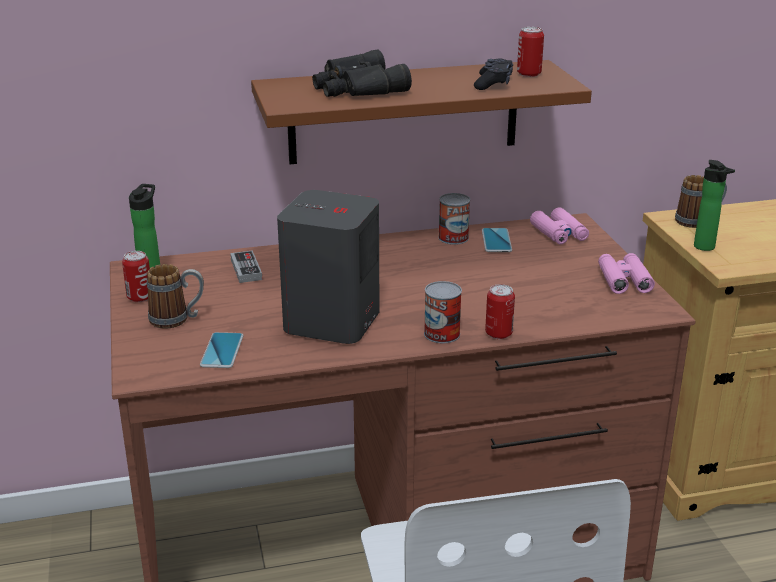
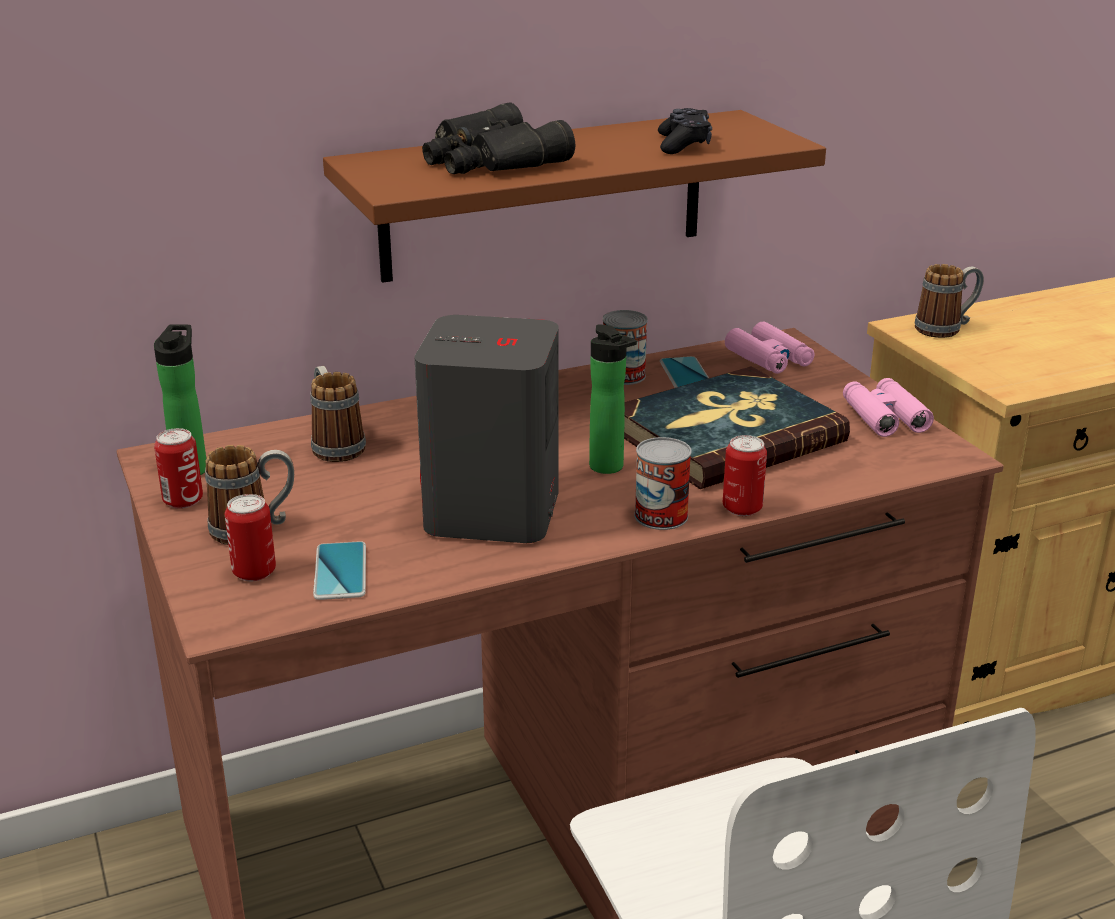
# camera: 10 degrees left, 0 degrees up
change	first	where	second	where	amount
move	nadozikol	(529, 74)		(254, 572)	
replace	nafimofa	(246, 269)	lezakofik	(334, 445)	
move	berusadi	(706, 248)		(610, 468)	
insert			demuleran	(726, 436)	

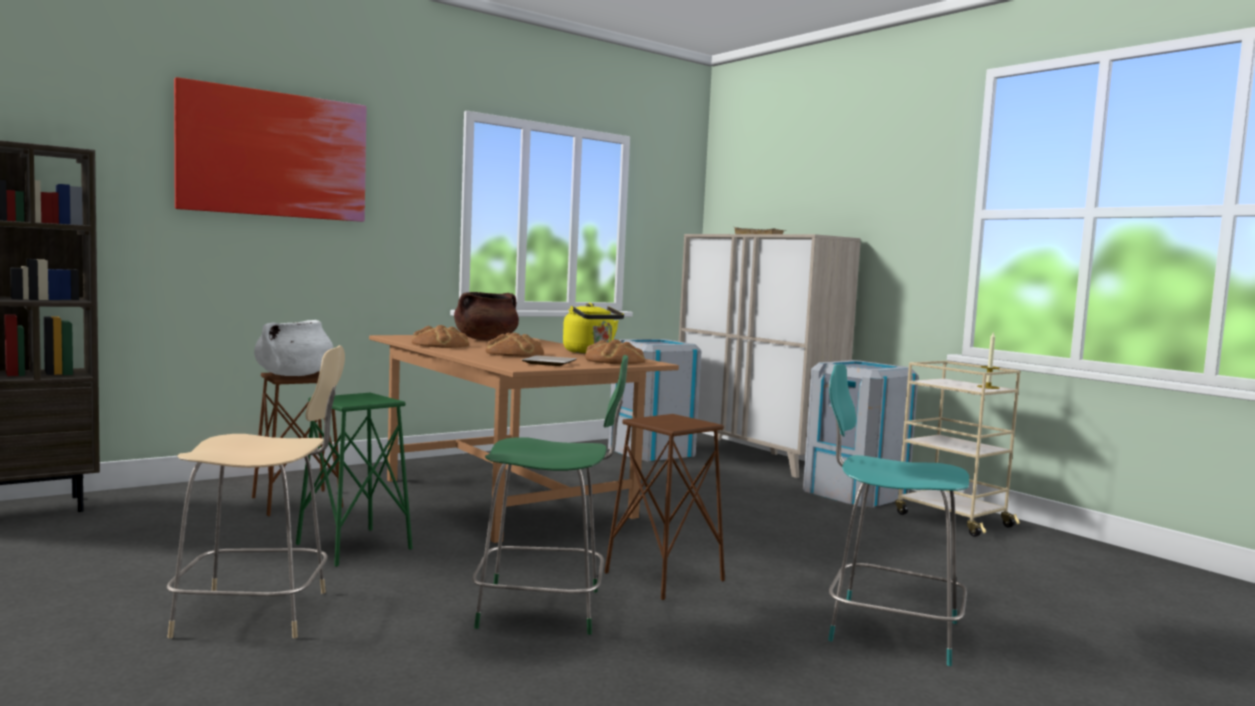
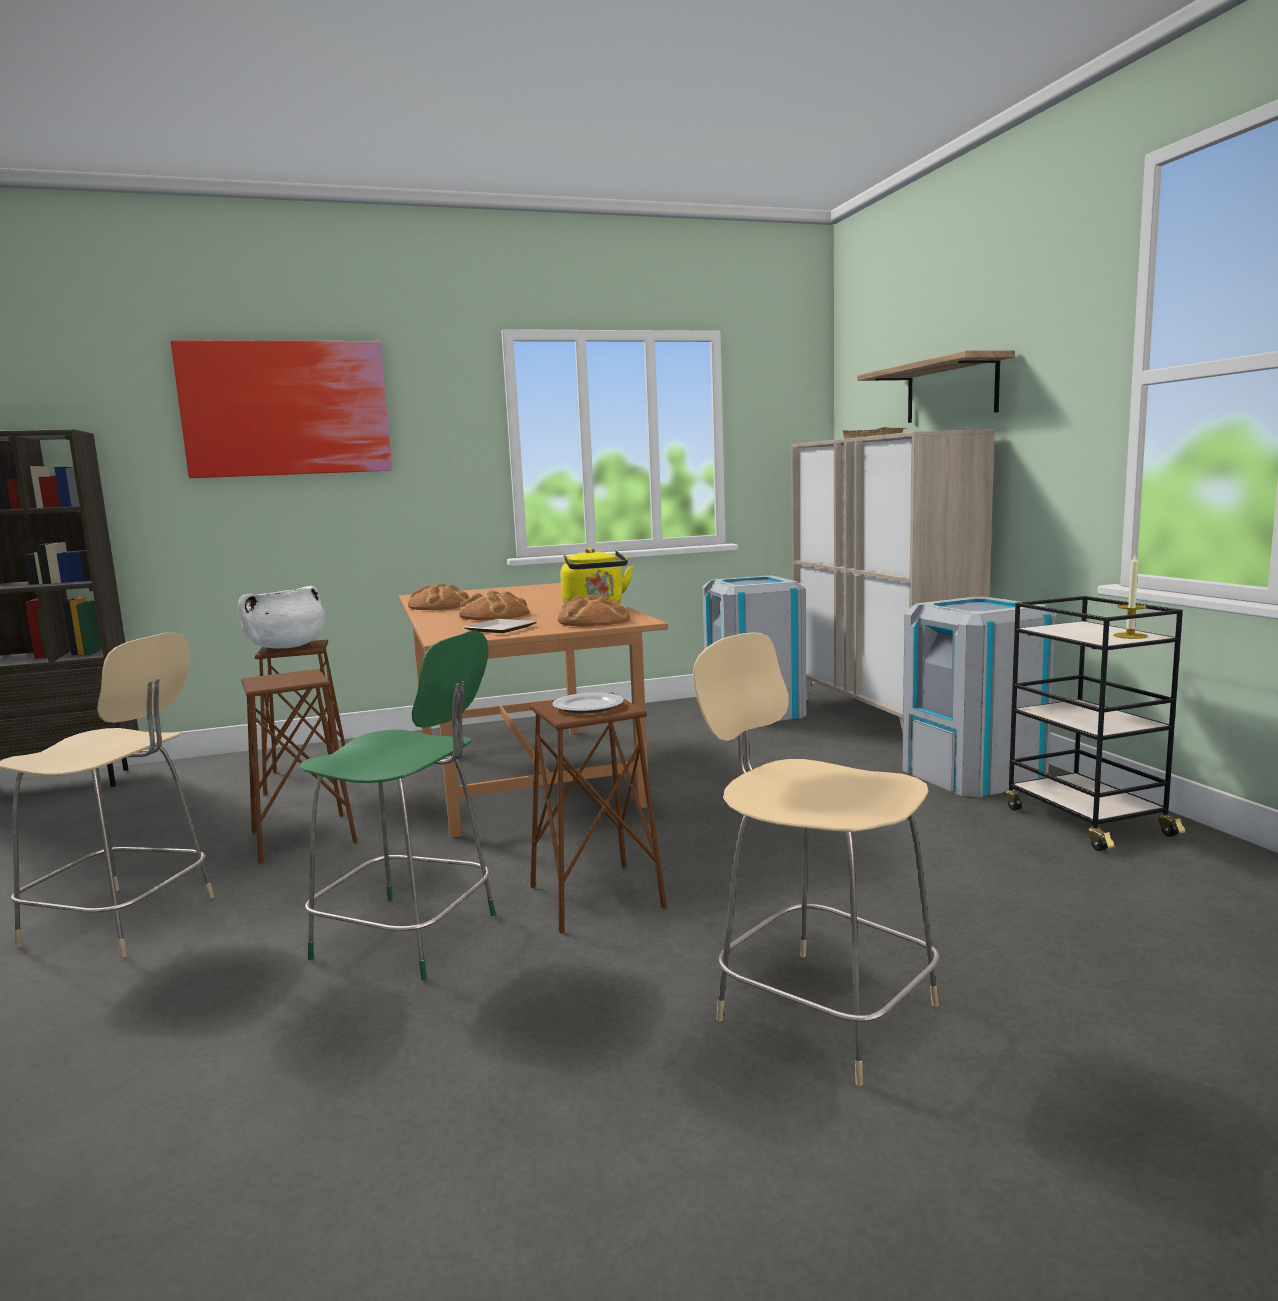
# camera: 20 degrees right, 5 degrees up
change	first	where	second	where	amount
recolor	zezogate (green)	(354, 546)	zezogate (brown)	(303, 837)	
insert			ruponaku	(588, 707)	
recolor	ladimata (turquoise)	(888, 630)	ladimata (beige)	(820, 1009)	
insert			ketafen	(951, 390)	
recolor	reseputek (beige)	(951, 520)	reseputek (black)	(1084, 821)	
delete	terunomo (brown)	(486, 340)			

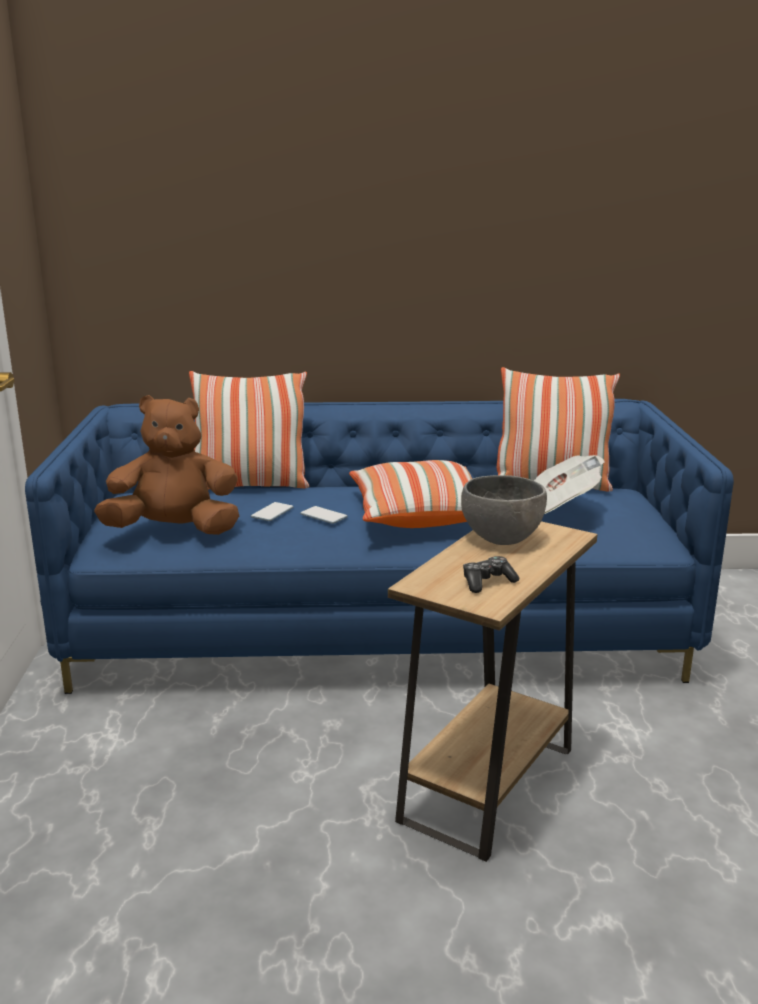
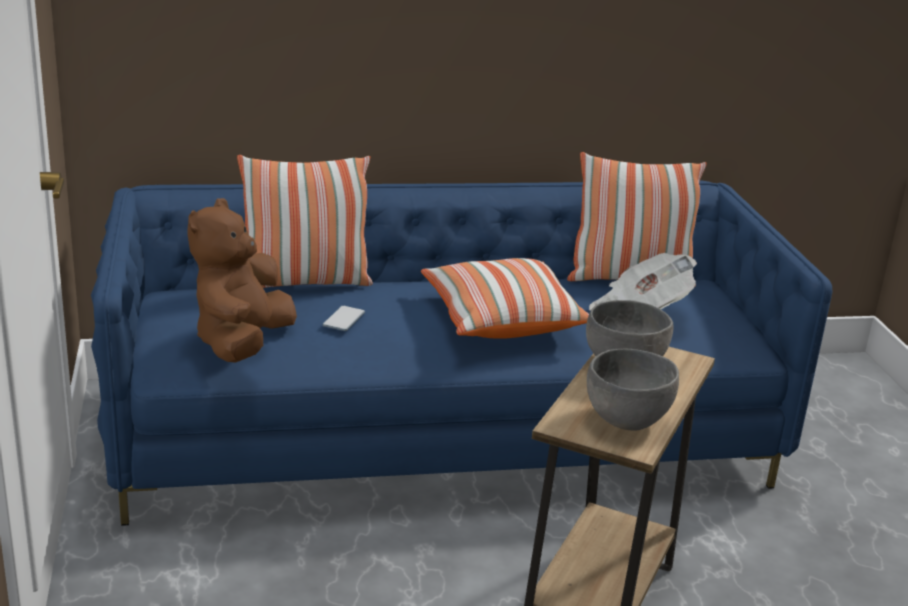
# camera: 10 degrees left, 5 degrees up
change	first	where	second	where	amount
rotate	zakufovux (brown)	(174, 530)		(242, 344)	60 degrees counterclockwise
replace	nafimofa	(487, 582)	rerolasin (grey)	(627, 420)	
delete	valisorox	(323, 516)			

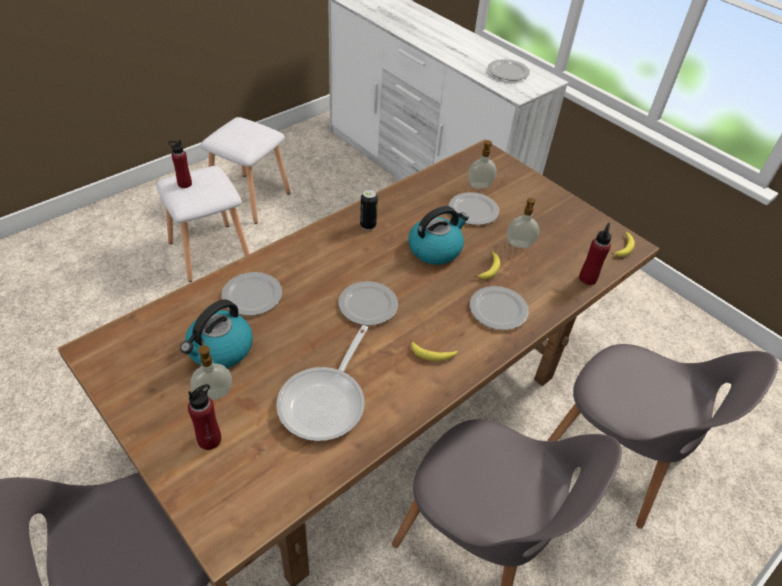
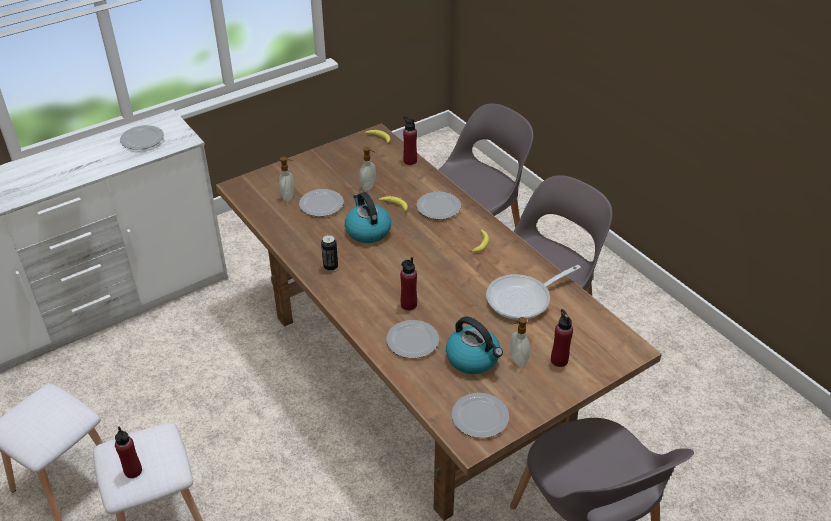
# camera: 80 degrees left, 5 degrees down
change	first	where	second	where	amount
insert			berusadi (red)	(408, 304)	
move	ruponaku	(368, 306)		(481, 416)	
rotate	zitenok	(326, 401)		(523, 299)	120 degrees clockwise

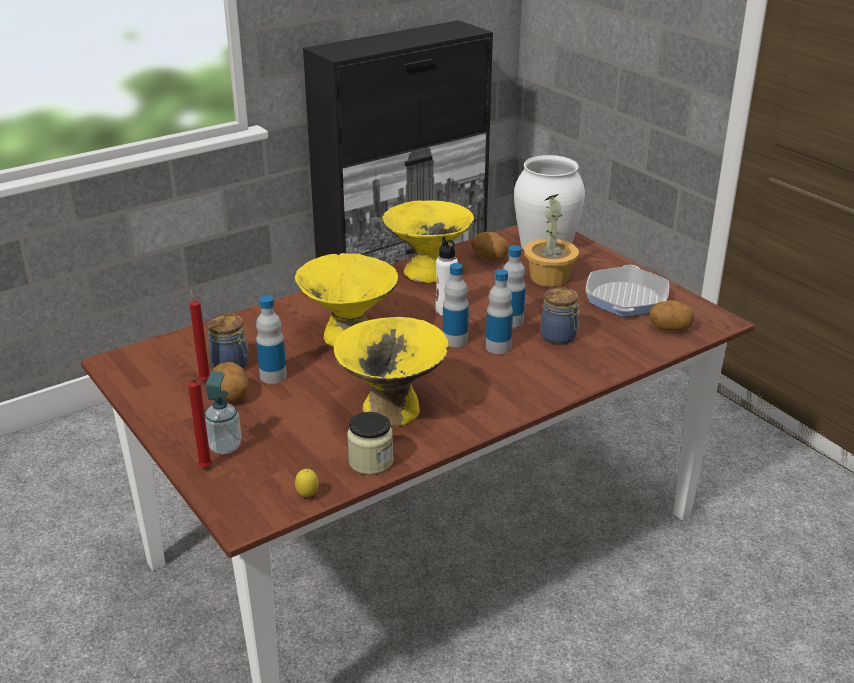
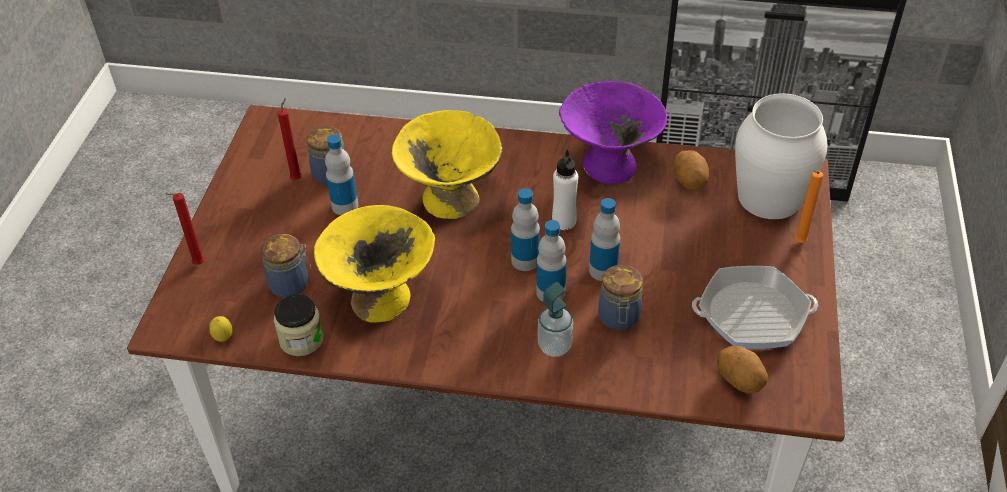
# camera: 45 degrees right, 15 degrees up
change	first	where	second	where	amount
insert			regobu	(291, 284)	
move	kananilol	(225, 447)		(554, 346)	
recolor	rerolasin (yellow)	(427, 272)	rerolasin (purple)	(609, 166)	
rotate	zitenok	(626, 298)		(752, 314)	150 degrees counterclockwise
insert			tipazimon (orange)	(798, 243)	
delete	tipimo	(232, 395)			
delete	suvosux	(550, 277)			

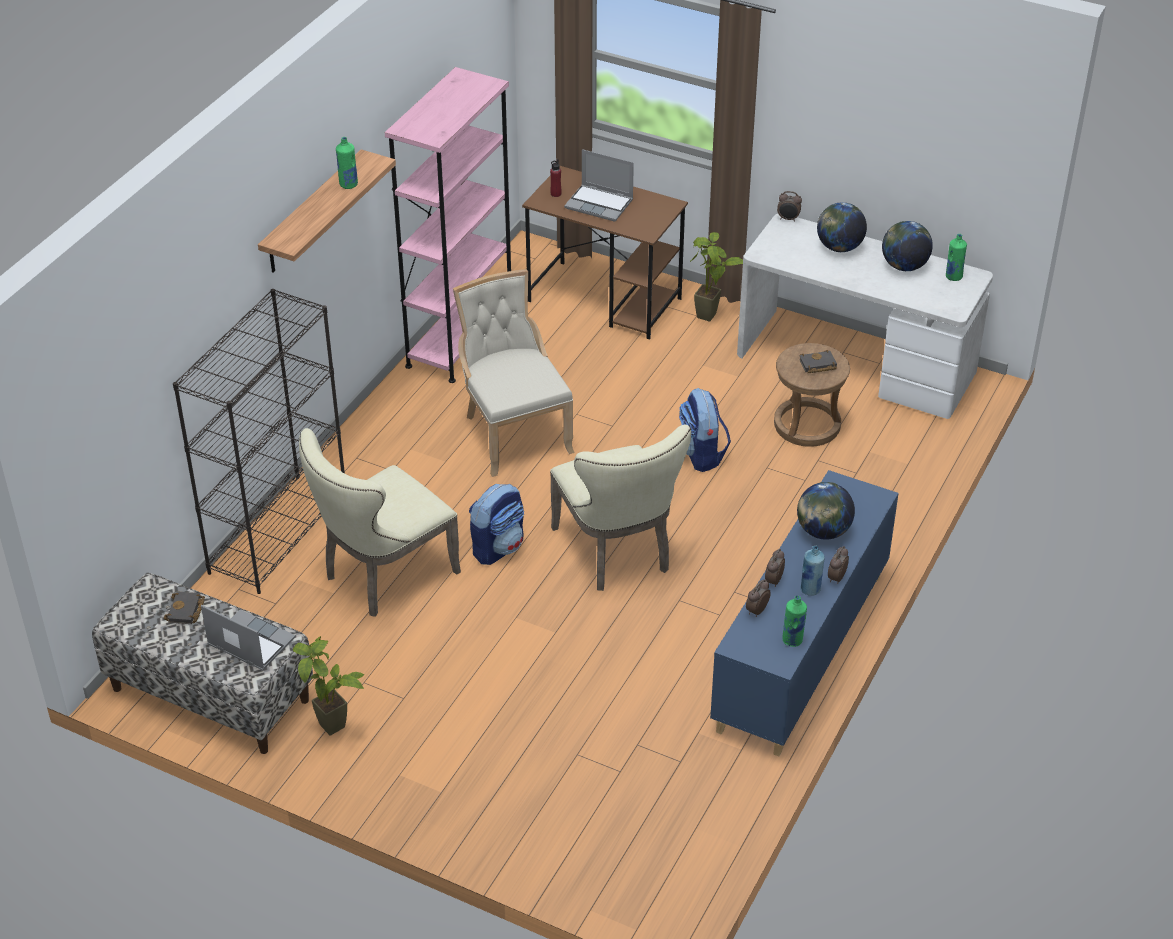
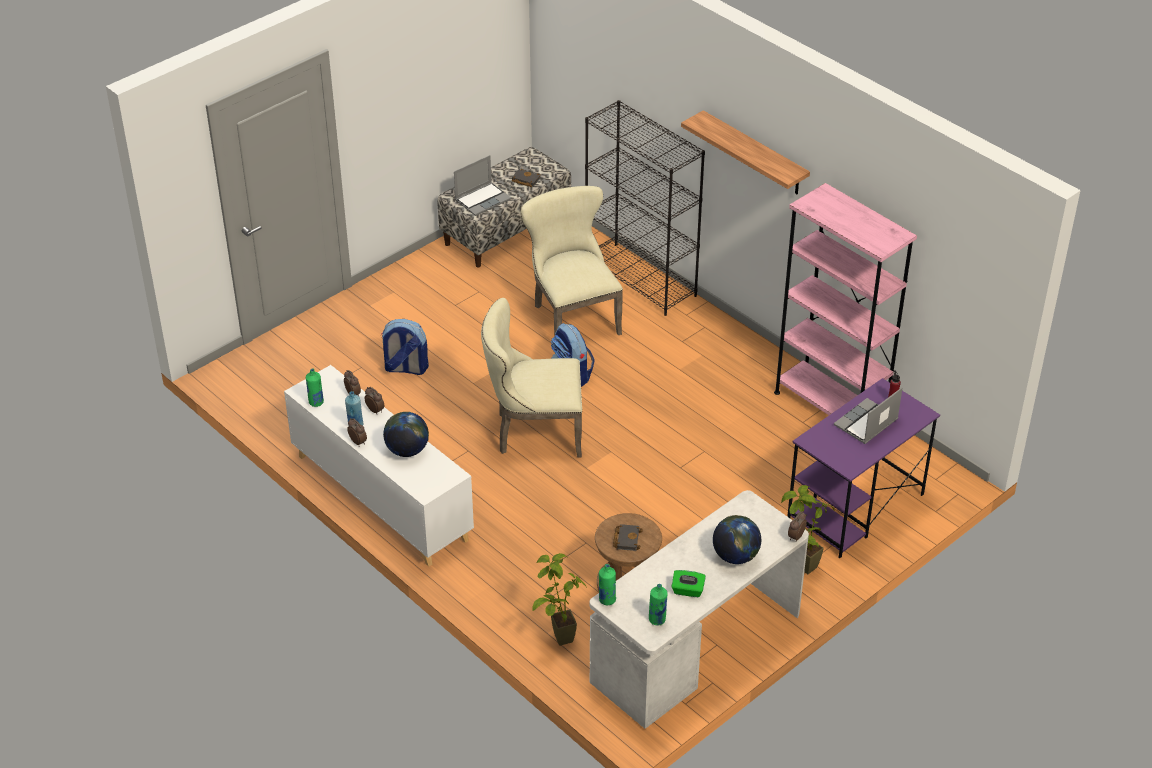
# camera: 110 degrees right, 0 degrees up
change	first	where	second	where	amount
recolor	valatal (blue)	(801, 652)	valatal (white)	(381, 497)	
move	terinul	(701, 455)		(405, 368)	
move	suvosux	(335, 733)		(555, 639)	
move	berusadi (green)	(348, 184)		(607, 599)	
replace	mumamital	(904, 266)	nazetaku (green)	(687, 591)	
recolor	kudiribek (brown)	(605, 300)	kudiribek (purple)	(855, 508)	
delete	ladimata (beige)	(513, 433)			

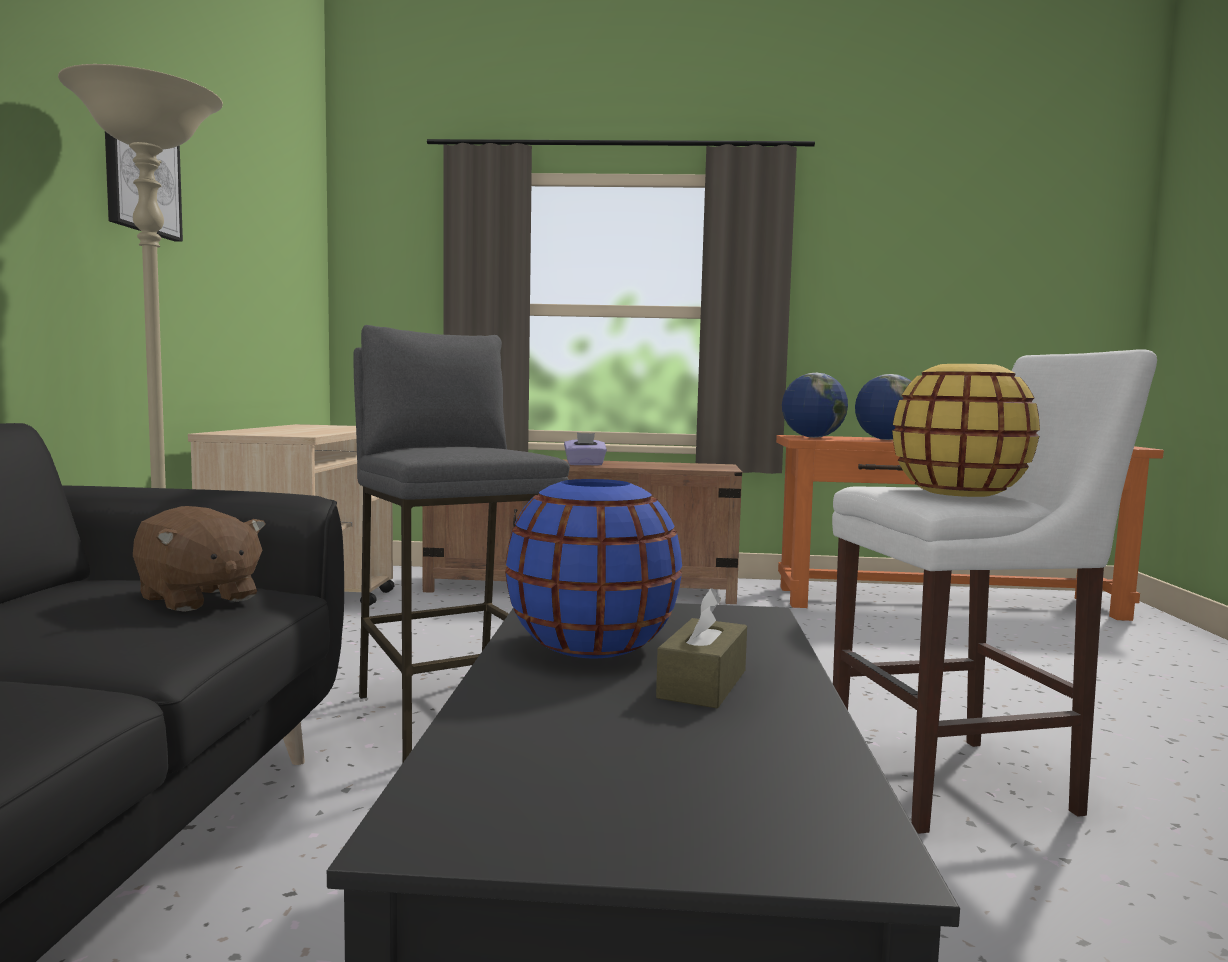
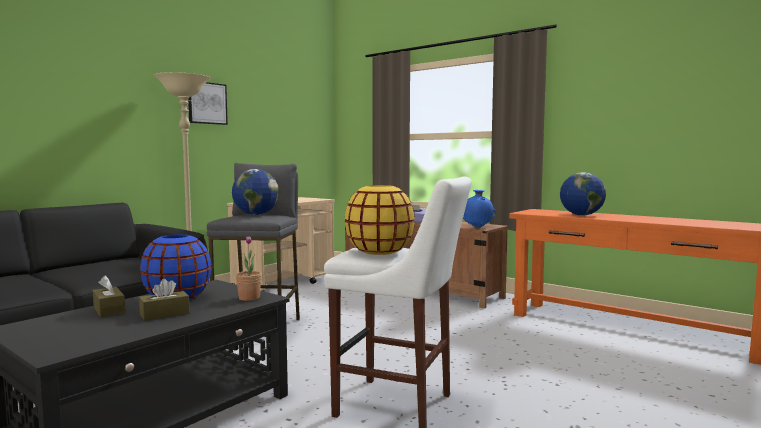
# camera: 35 degrees right, 0 degrees up
change	first	where	second	where	amount
insert			nazetaku (brown)	(109, 310)	
move	mumamital	(813, 437)		(256, 215)	
insert			suvosux	(249, 298)	
insert			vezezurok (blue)	(478, 228)	
delete	zakufovux (brown)	(197, 599)			

